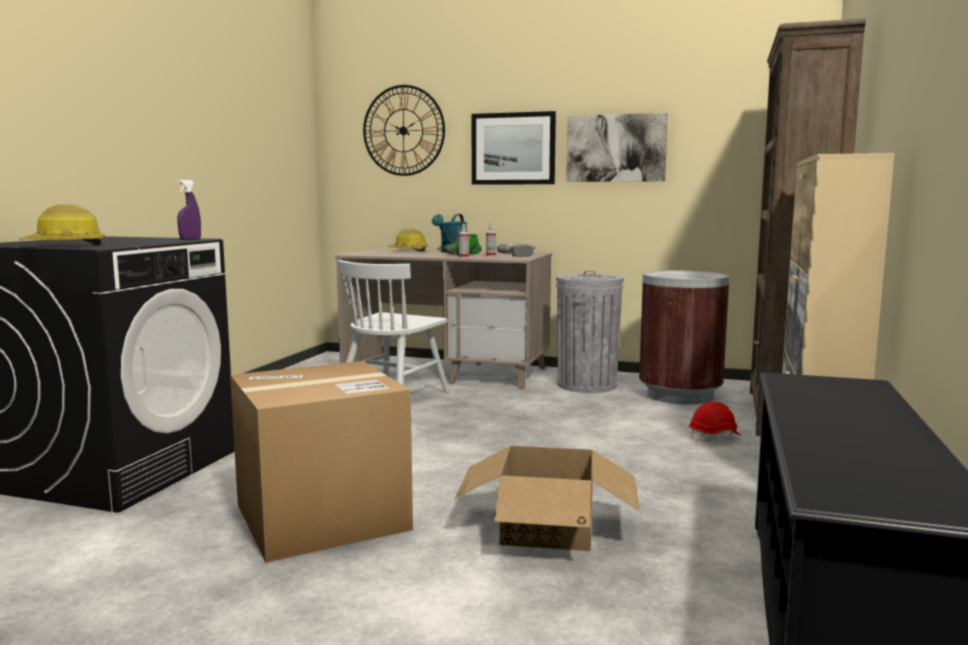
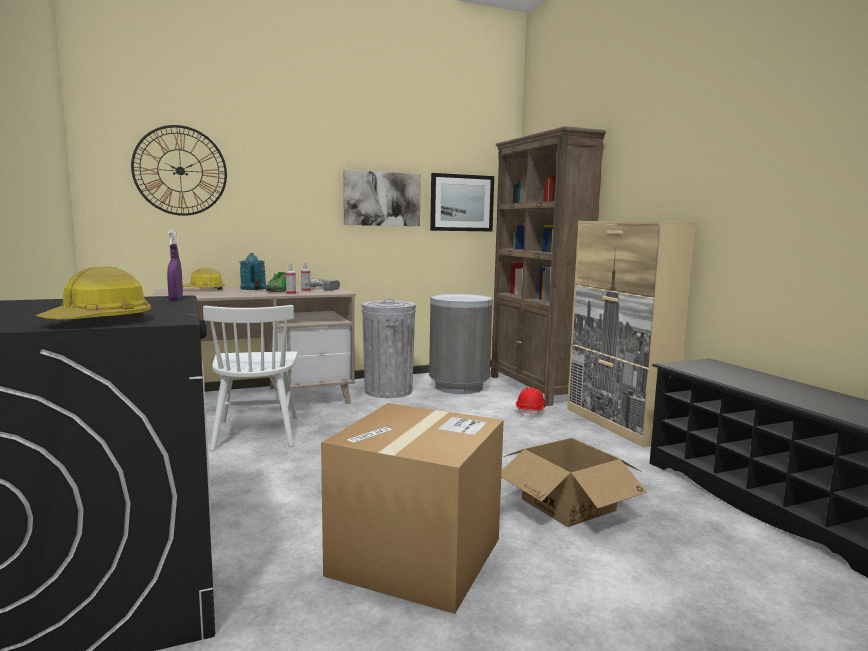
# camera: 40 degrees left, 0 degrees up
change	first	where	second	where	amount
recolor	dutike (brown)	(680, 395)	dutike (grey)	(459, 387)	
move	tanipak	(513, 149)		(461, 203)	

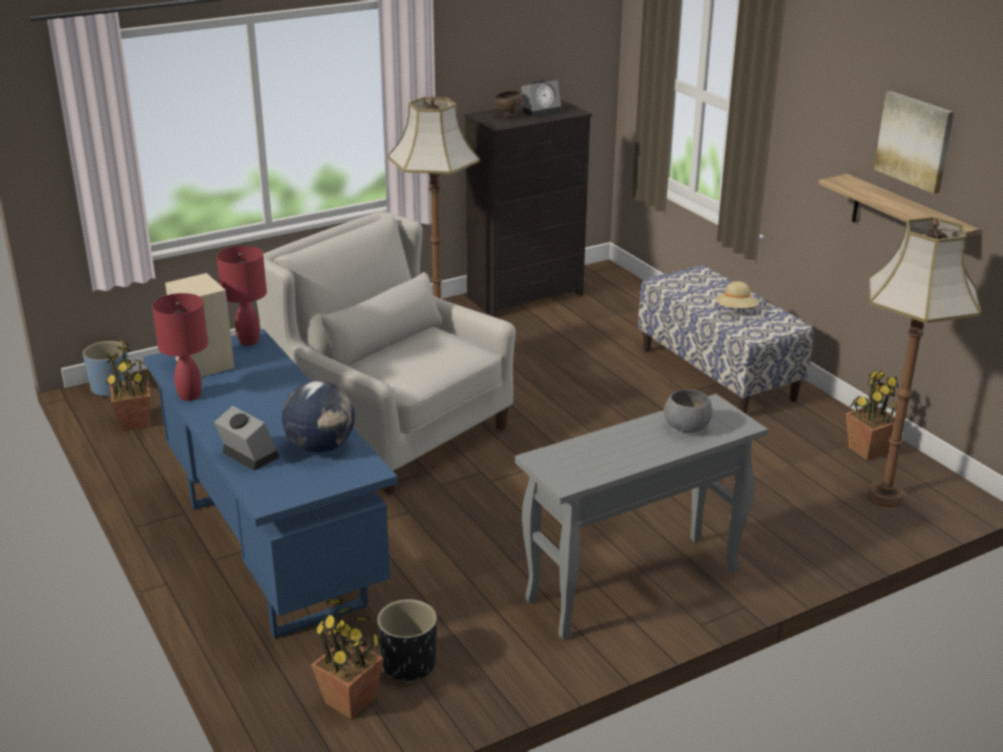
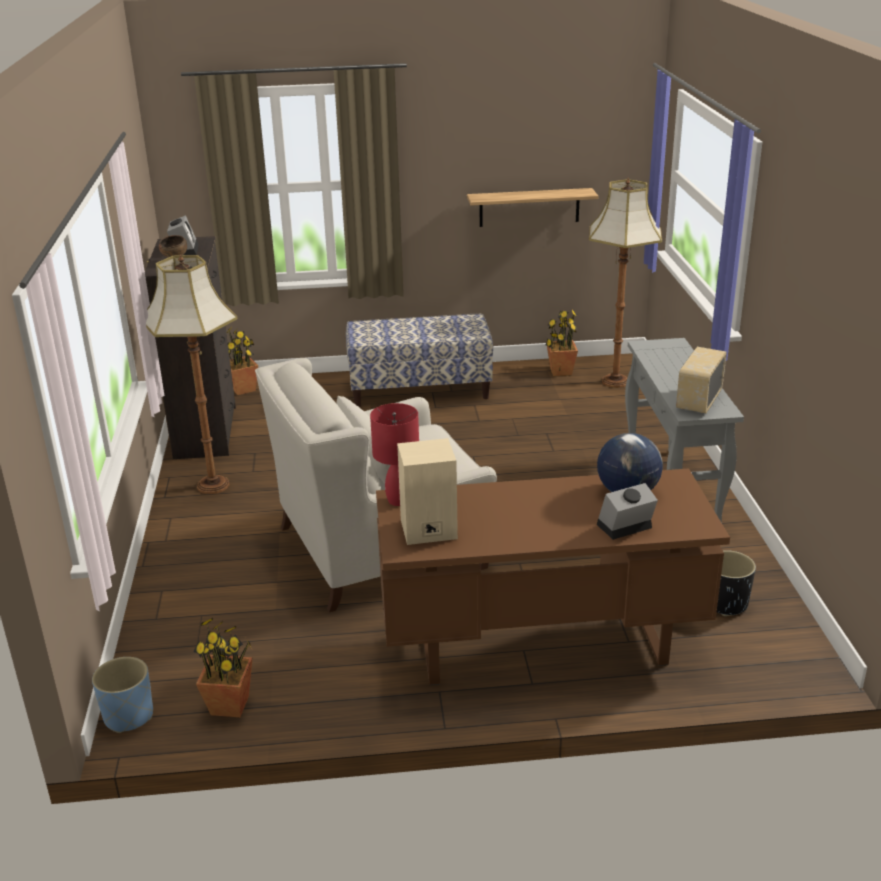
# camera: 65 degrees left, 0 degrees up
change	first	where	second	where	amount
move	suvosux	(350, 700)		(243, 389)	
recolor	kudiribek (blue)	(272, 553)	kudiribek (brown)	(541, 646)	
insert			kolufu	(698, 401)	
delete	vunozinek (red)	(189, 396)			
delete	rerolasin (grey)	(686, 427)			
delete	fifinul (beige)	(736, 310)			
delete	tanipak	(915, 141)			

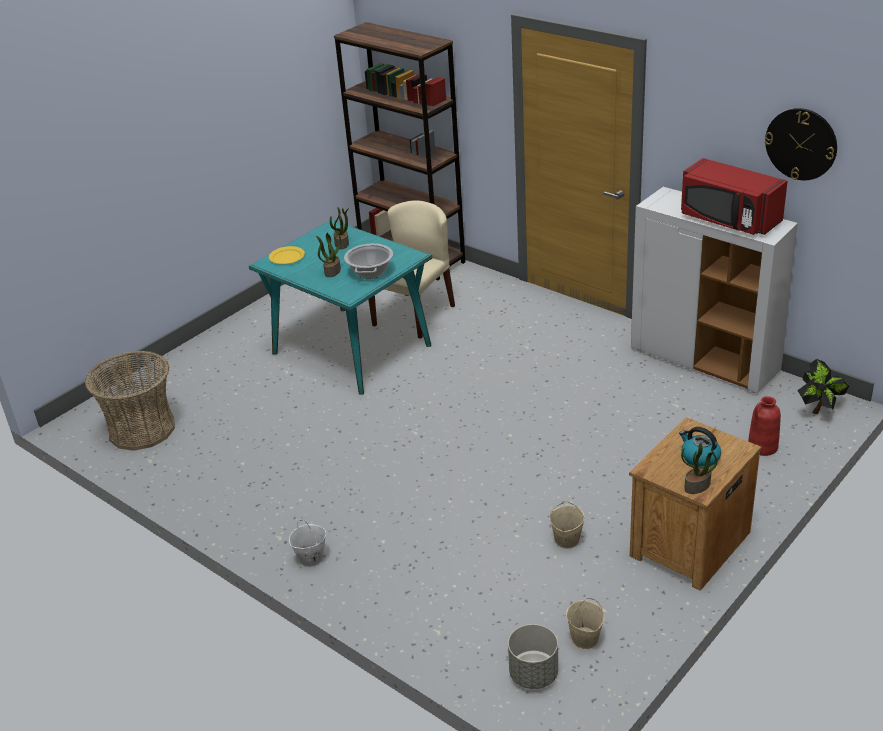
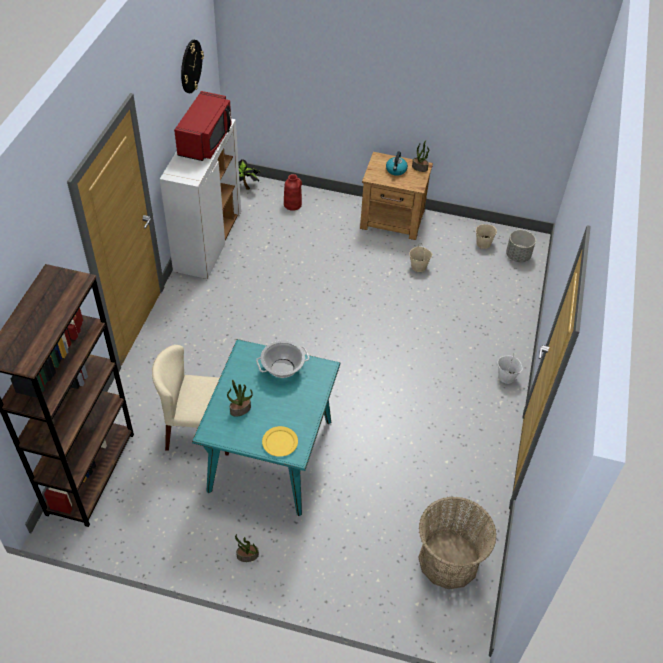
# camera: 120 degrees left, 15 degrees up
change	first	where	second	where	amount
move	suvosux	(332, 271)		(247, 556)	

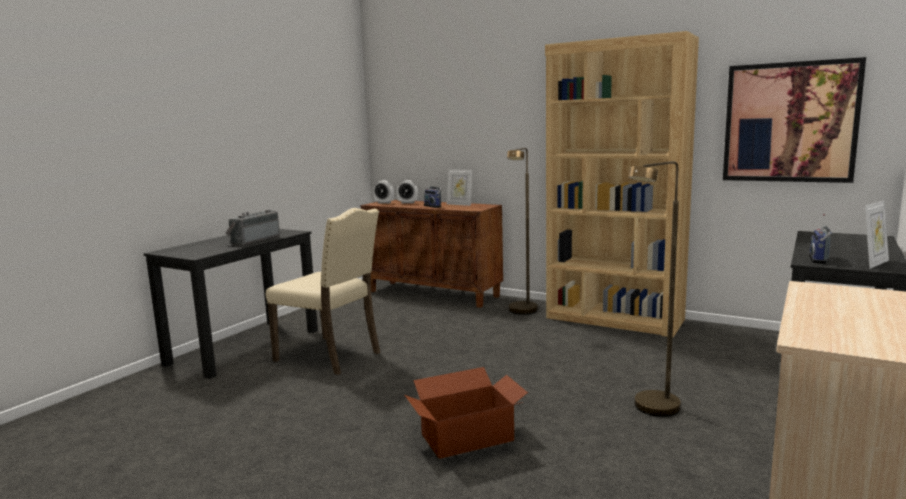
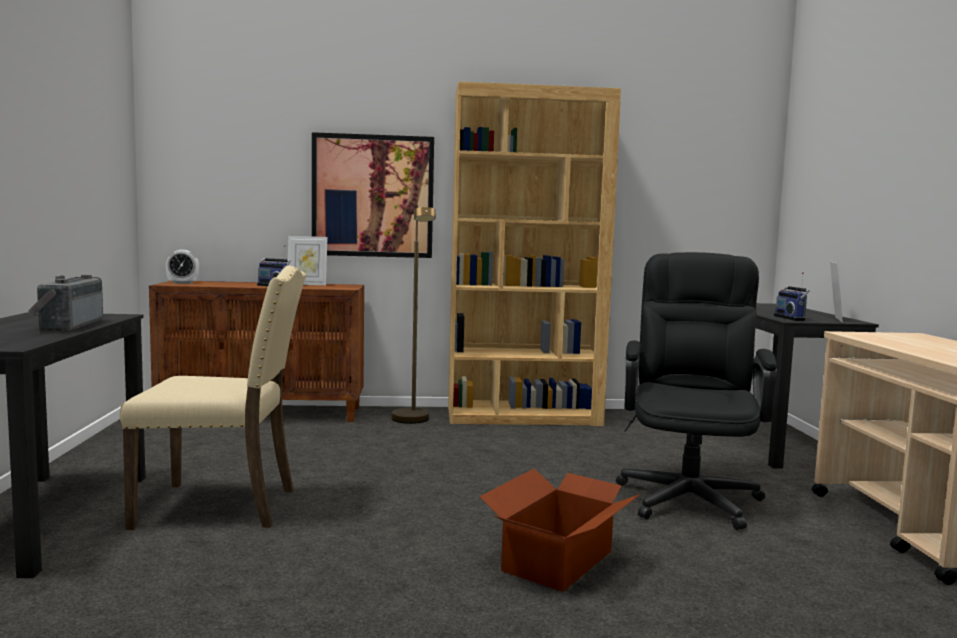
# camera: 35 degrees left, 5 degrees down
change	first	where	second	where	amount
move	tanipak	(789, 122)		(373, 196)	
replace	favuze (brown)	(652, 411)	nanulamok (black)	(689, 494)	
delete	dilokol	(408, 203)			

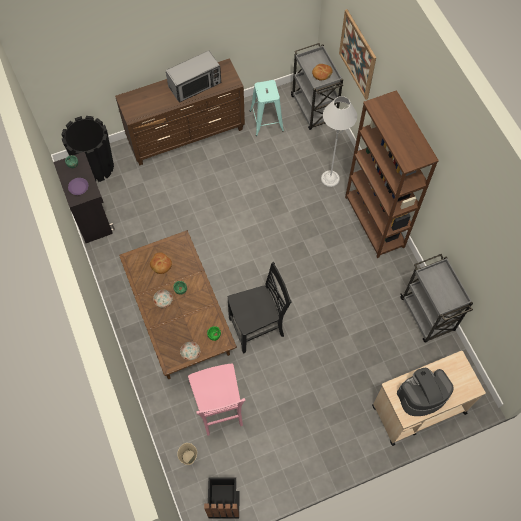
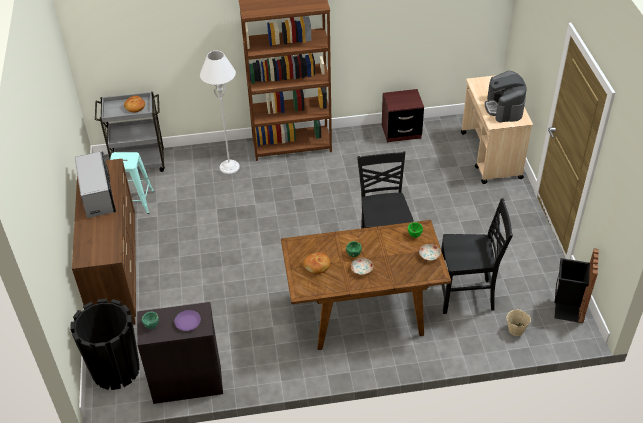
# camera: 75 degrees left, 20 degrees down
change	first	where	second	where	amount
replace	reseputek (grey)	(427, 315)	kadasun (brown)	(401, 132)	
recolor	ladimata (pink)	(219, 409)	ladimata (black)	(467, 296)	
delete	tanipak	(357, 55)			

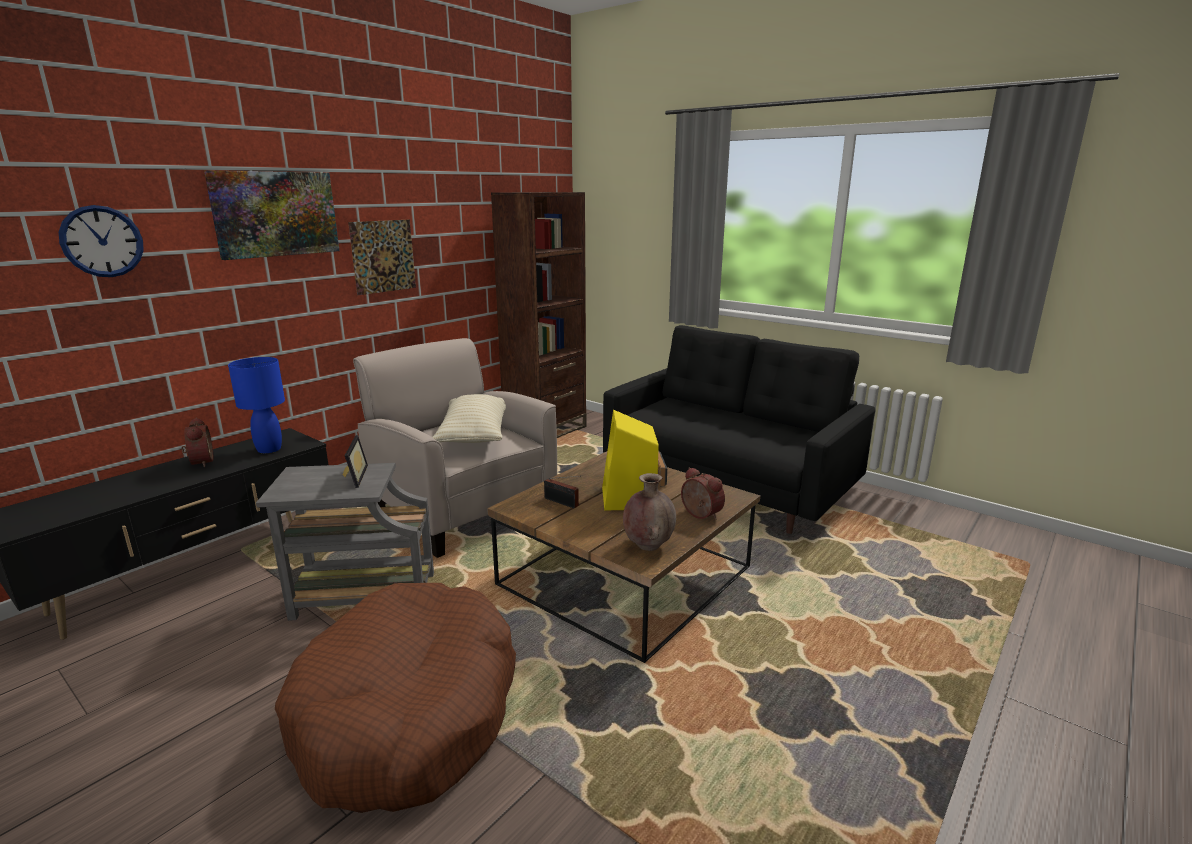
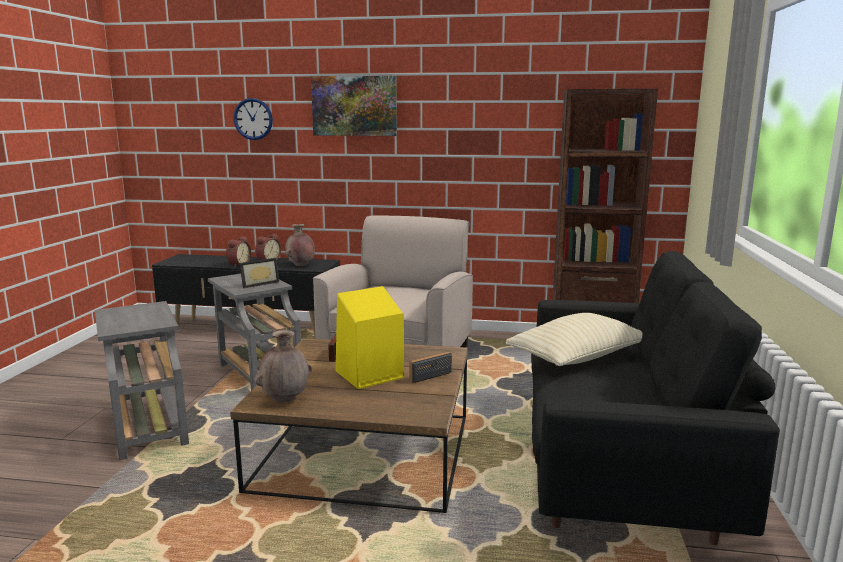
# camera: 60 degrees right, 5 degrees down
change	first	where	second	where	amount
replace	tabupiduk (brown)	(408, 713)	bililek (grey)	(148, 426)	
move	dilokol	(699, 515)		(238, 265)	
replace	vunozinek (blue)	(269, 449)	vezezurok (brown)	(301, 265)	
move	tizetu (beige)	(474, 435)		(578, 358)	
delete	tanipak	(383, 256)			

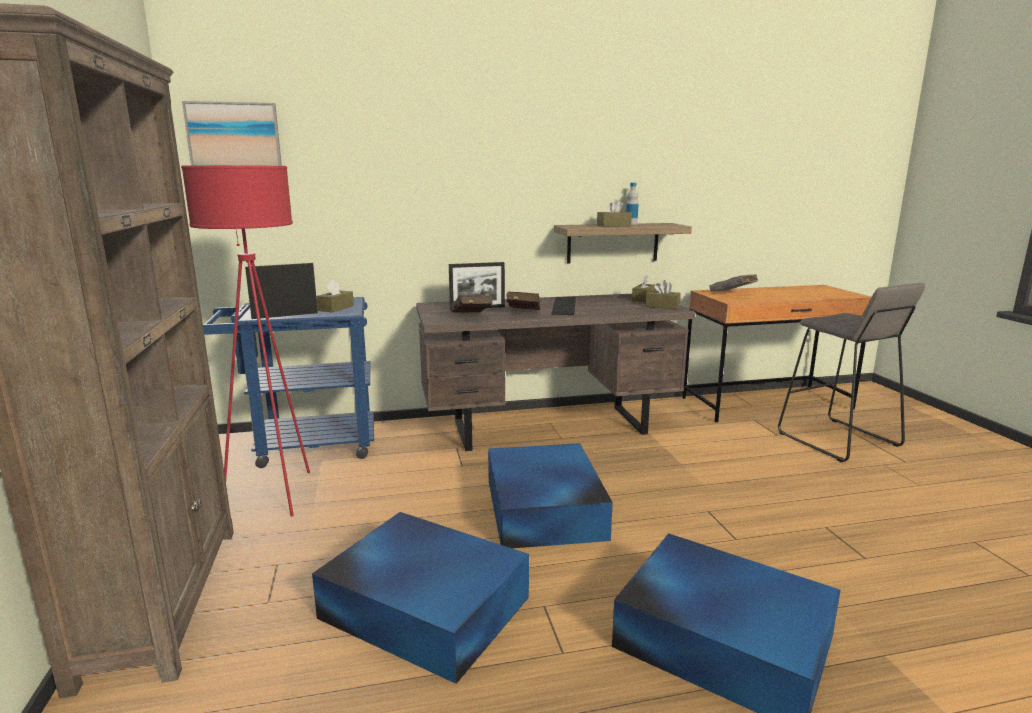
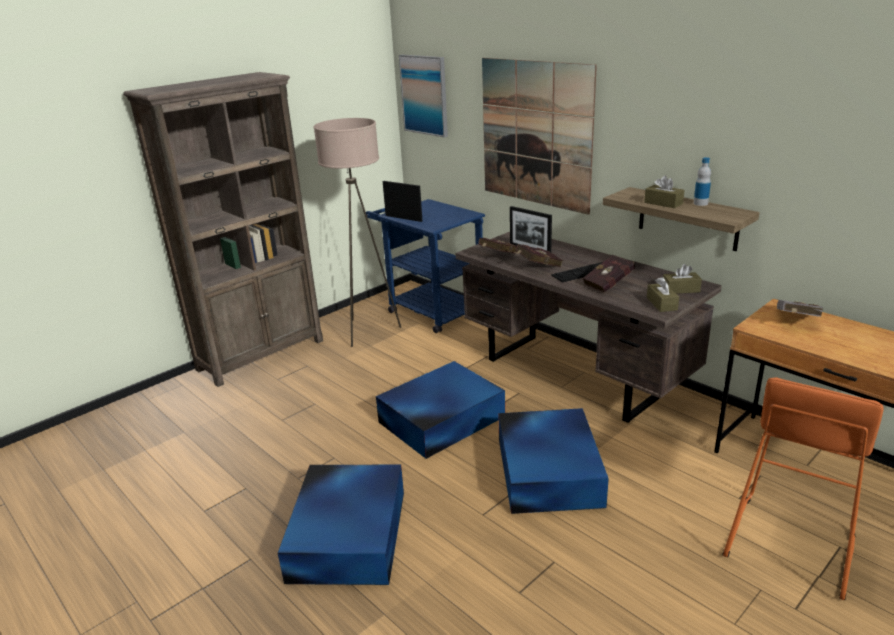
# camera: 60 degrees right, 10 degrees up
change	first	where	second	where	amount
recolor	favuze (red)	(275, 494)	favuze (beige)	(368, 331)	
insert			tanipak	(535, 134)	
move	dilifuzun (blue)	(423, 606)		(549, 470)	
insert			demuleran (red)	(610, 284)	
recolor	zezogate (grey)	(837, 440)	zezogate (orange)	(788, 545)	
delete	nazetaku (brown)	(336, 308)			

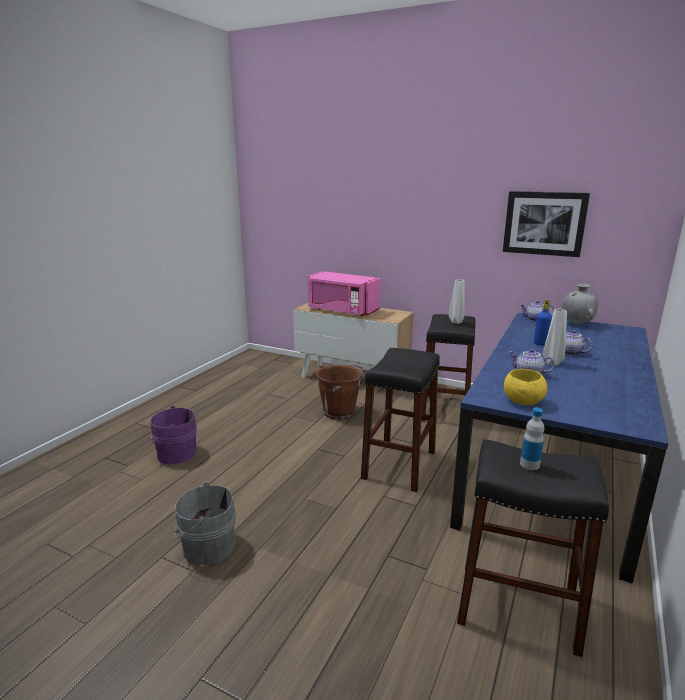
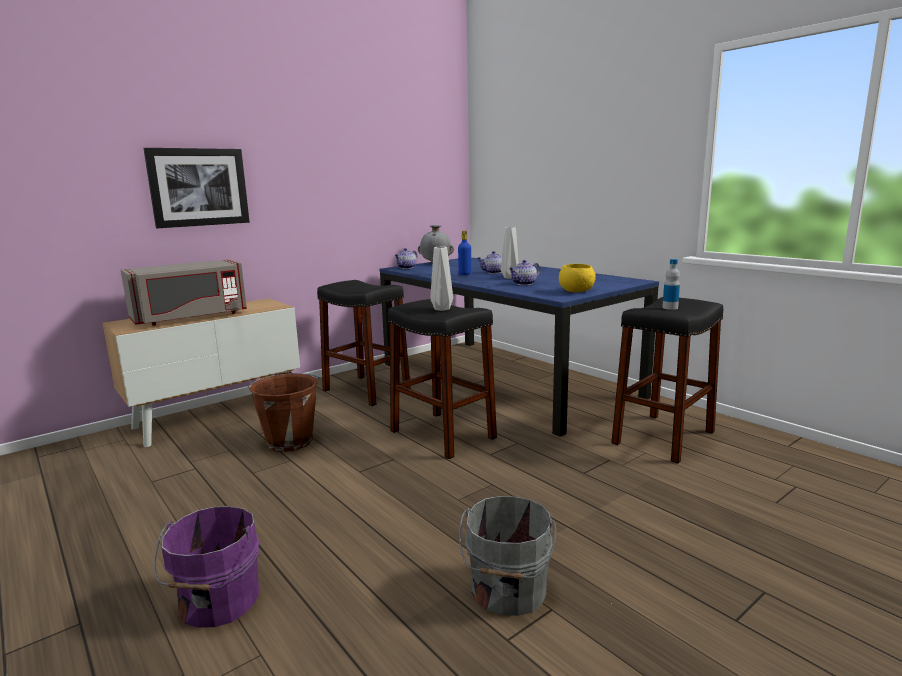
# camera: 65 degrees left, 5 degrees down
change	first	where	second	where	amount
recolor	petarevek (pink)	(342, 310)	petarevek (grey)	(190, 317)	
move	tanipak	(544, 223)		(199, 187)	
move	vezezurok (grey)	(456, 322)		(442, 309)	

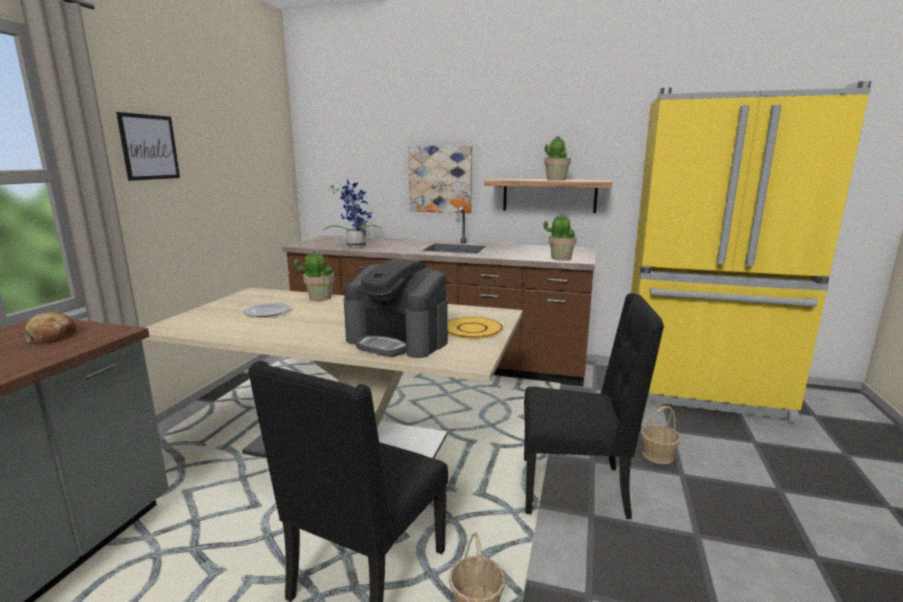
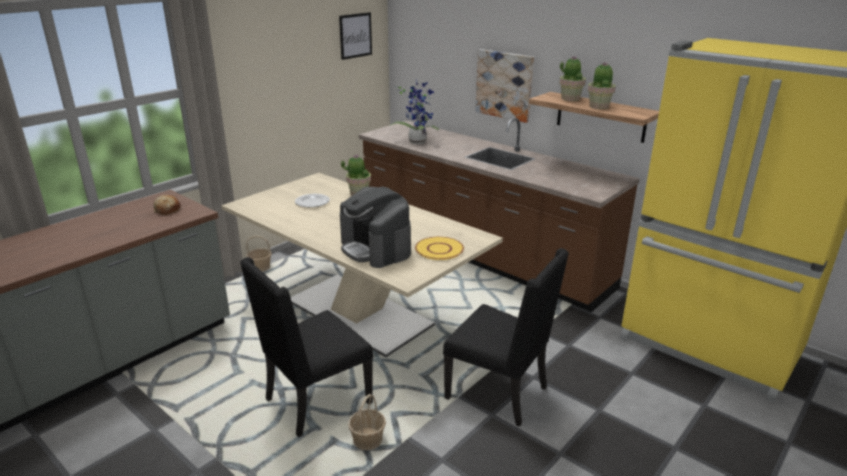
# camera: 25 degrees right, 10 degrees up
change	first	where	second	where	amount
move	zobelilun	(658, 455)		(260, 268)	
move	tanipak	(149, 147)		(355, 35)	
move	suvosux	(561, 258)		(570, 98)	

